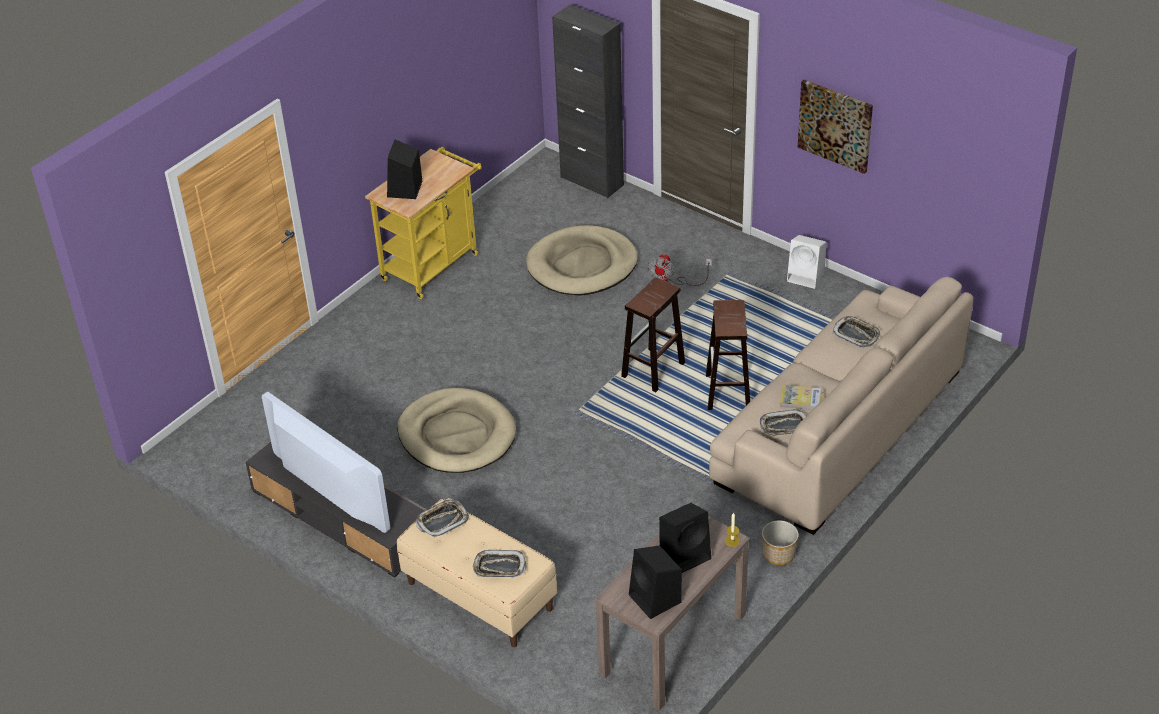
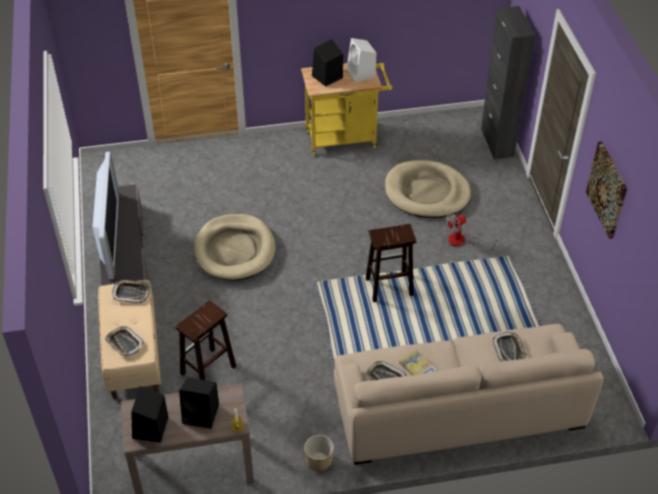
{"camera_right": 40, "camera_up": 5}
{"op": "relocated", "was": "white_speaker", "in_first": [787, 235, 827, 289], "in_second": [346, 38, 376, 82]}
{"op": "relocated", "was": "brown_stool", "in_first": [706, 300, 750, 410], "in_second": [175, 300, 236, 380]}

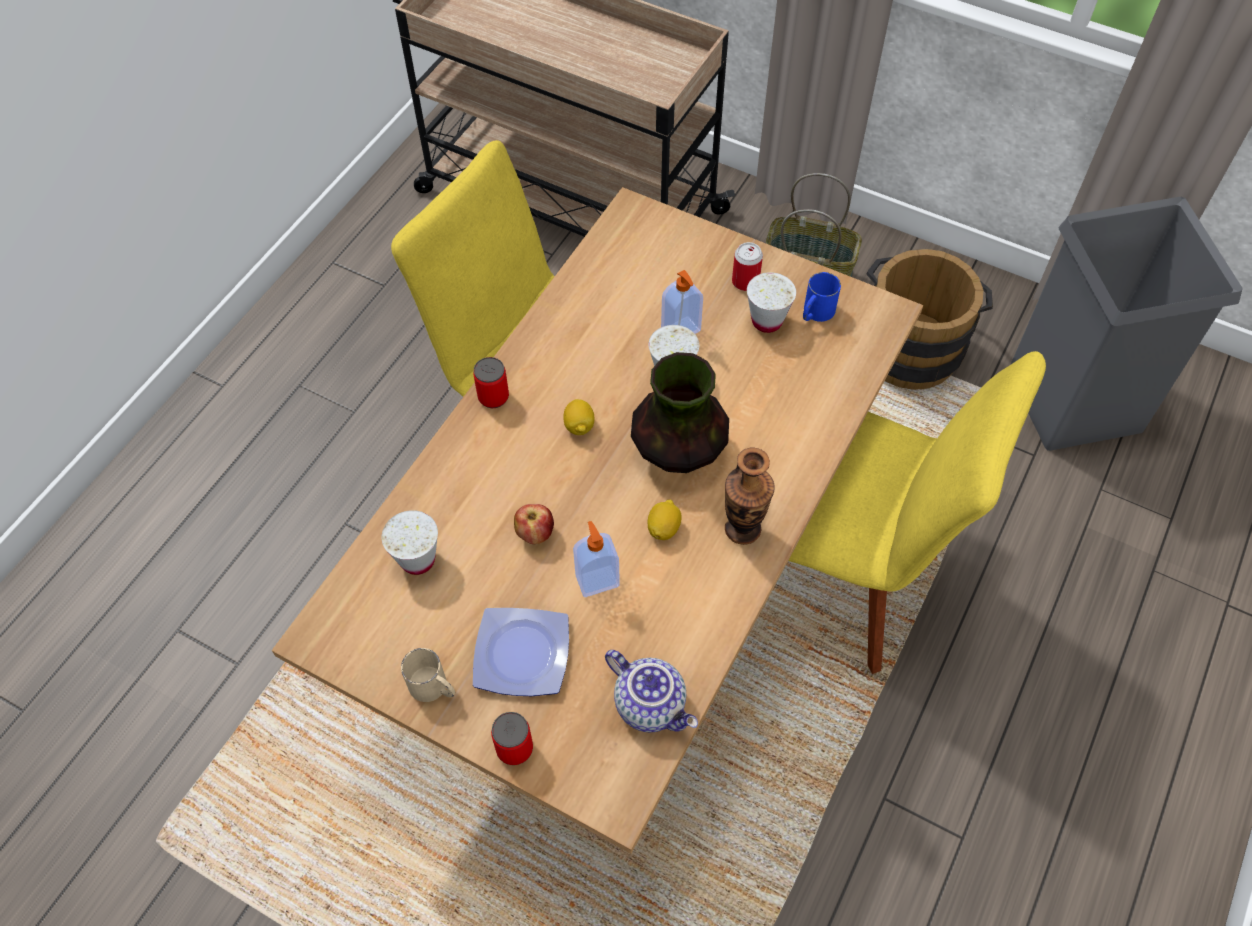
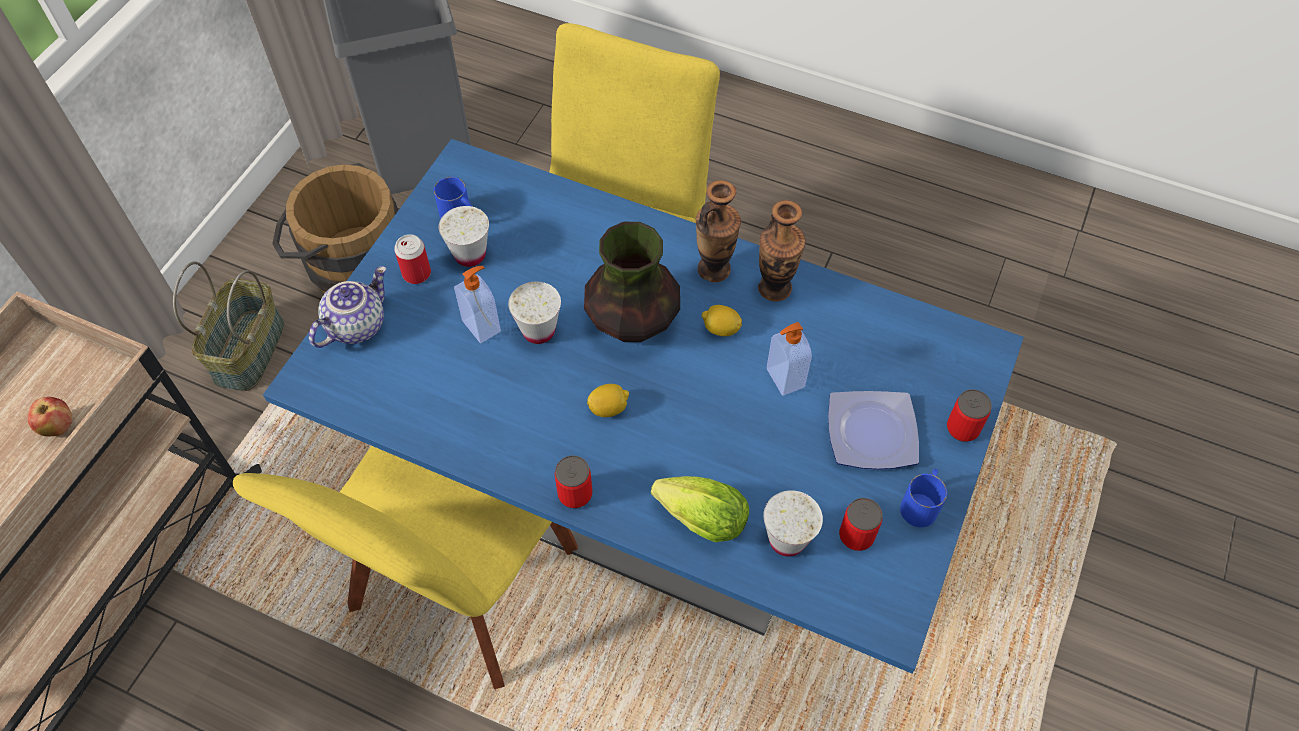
{"camera_right": -95, "camera_up": 0}
{"op": "colour", "was": "brown_dining_table", "now": "blue_dining_table", "in_first": [272, 187, 923, 854], "in_second": [263, 139, 1024, 674]}
{"op": "relocated", "was": "apple", "in_first": [514, 504, 554, 544], "in_second": [27, 397, 72, 436]}
{"op": "colour", "was": "beige_mug", "now": "blue_mug", "in_first": [401, 648, 455, 702], "in_second": [900, 469, 947, 527]}
{"op": "relocated", "was": "teapot", "in_first": [605, 650, 698, 732], "in_second": [309, 266, 387, 348]}
{"op": "appeared", "now": "vase", "in_second": [758, 200, 806, 301]}
{"op": "appeared", "now": "lettuce", "in_second": [651, 476, 749, 542]}
{"op": "appeared", "now": "can", "in_second": [839, 498, 883, 551]}

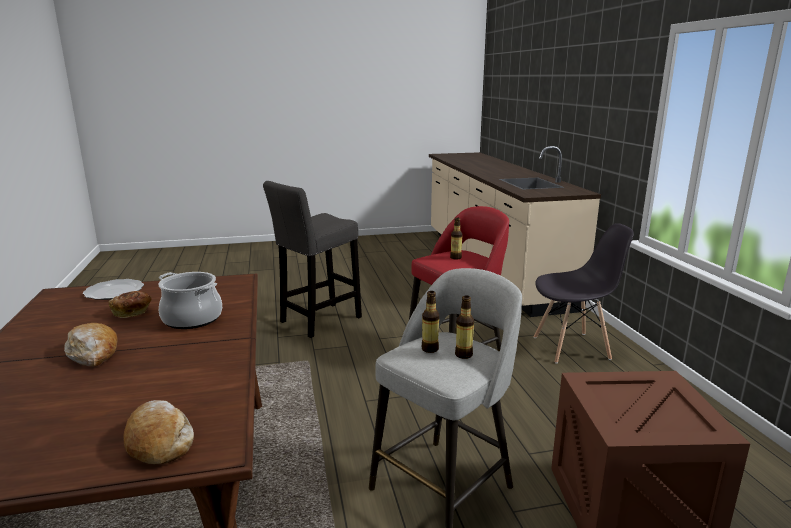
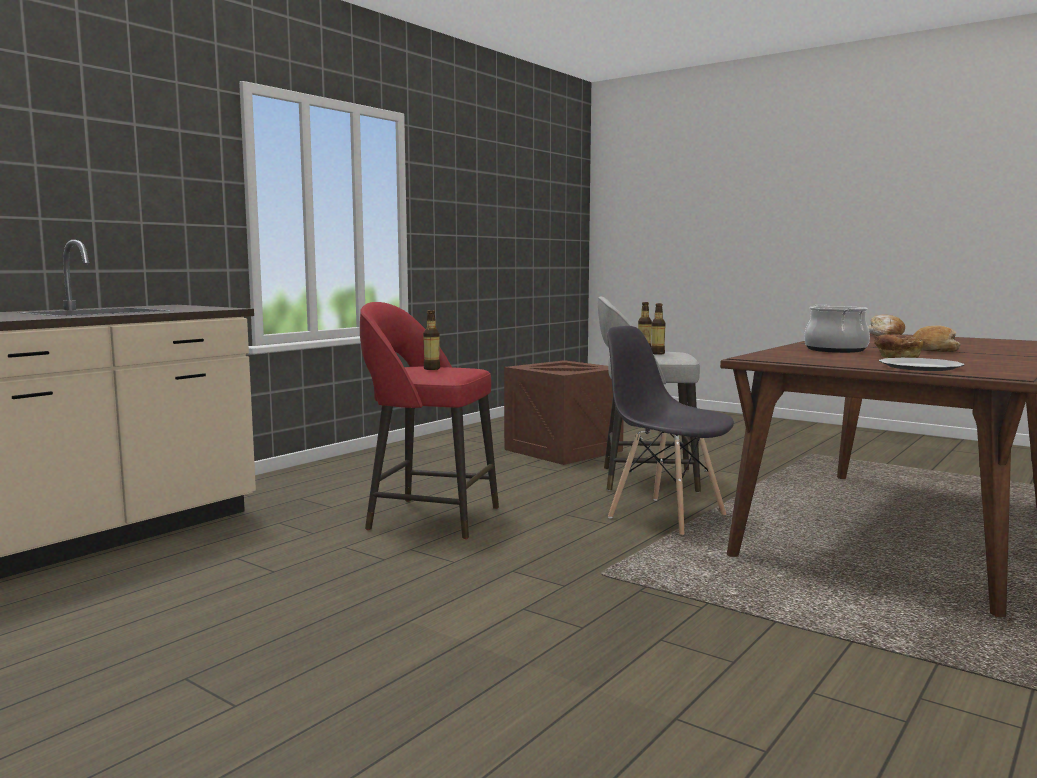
{"camera_right": -130, "camera_up": -10}
{"op": "missing", "was": "grey_stool", "in_first": [263, 181, 362, 338]}
{"op": "relocated", "was": "grey_chair", "in_first": [534, 223, 634, 364], "in_second": [607, 326, 734, 535]}

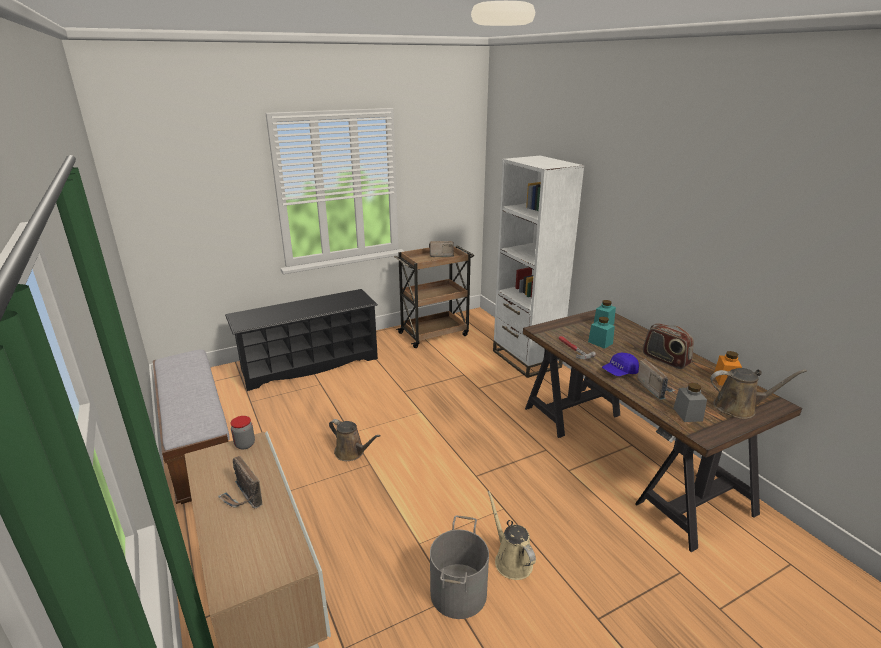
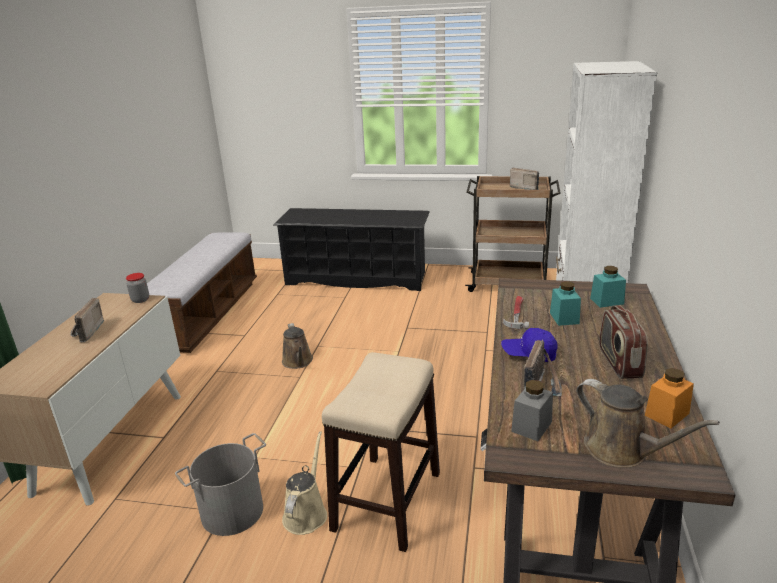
{"camera_right": 40, "camera_up": 0}
{"op": "appeared", "now": "stool", "in_second": [322, 352, 440, 552]}

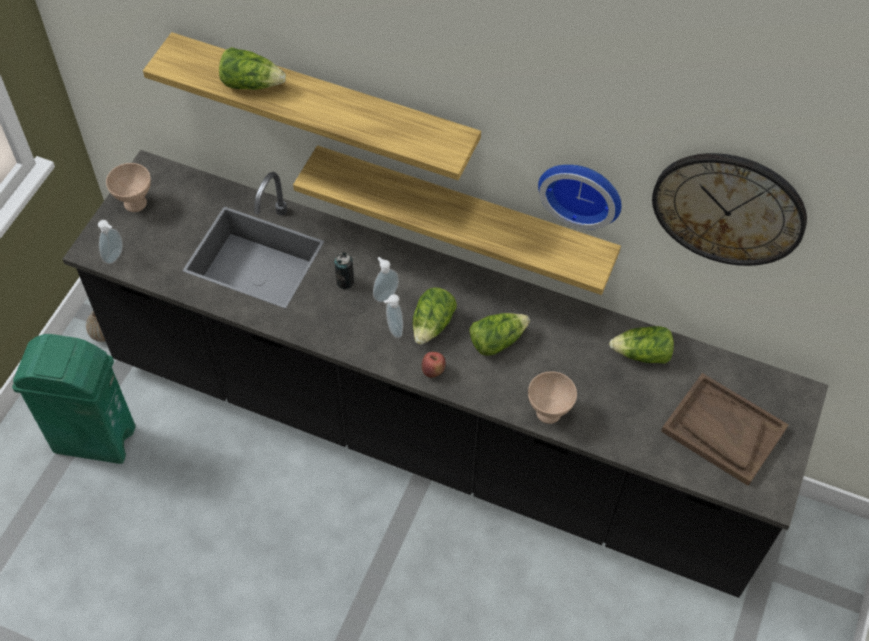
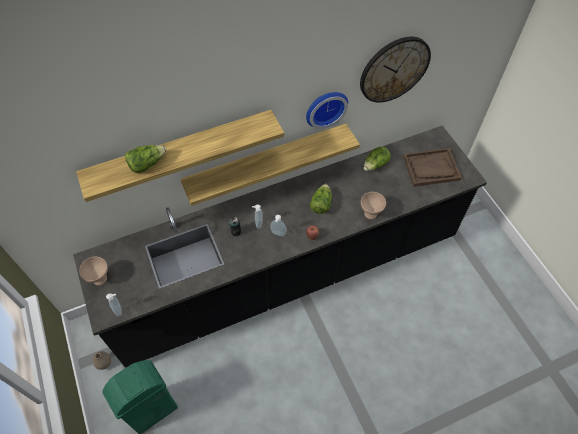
{"camera_right": -45, "camera_up": 0}
{"op": "missing", "was": "lettuce", "in_first": [412, 287, 457, 345]}

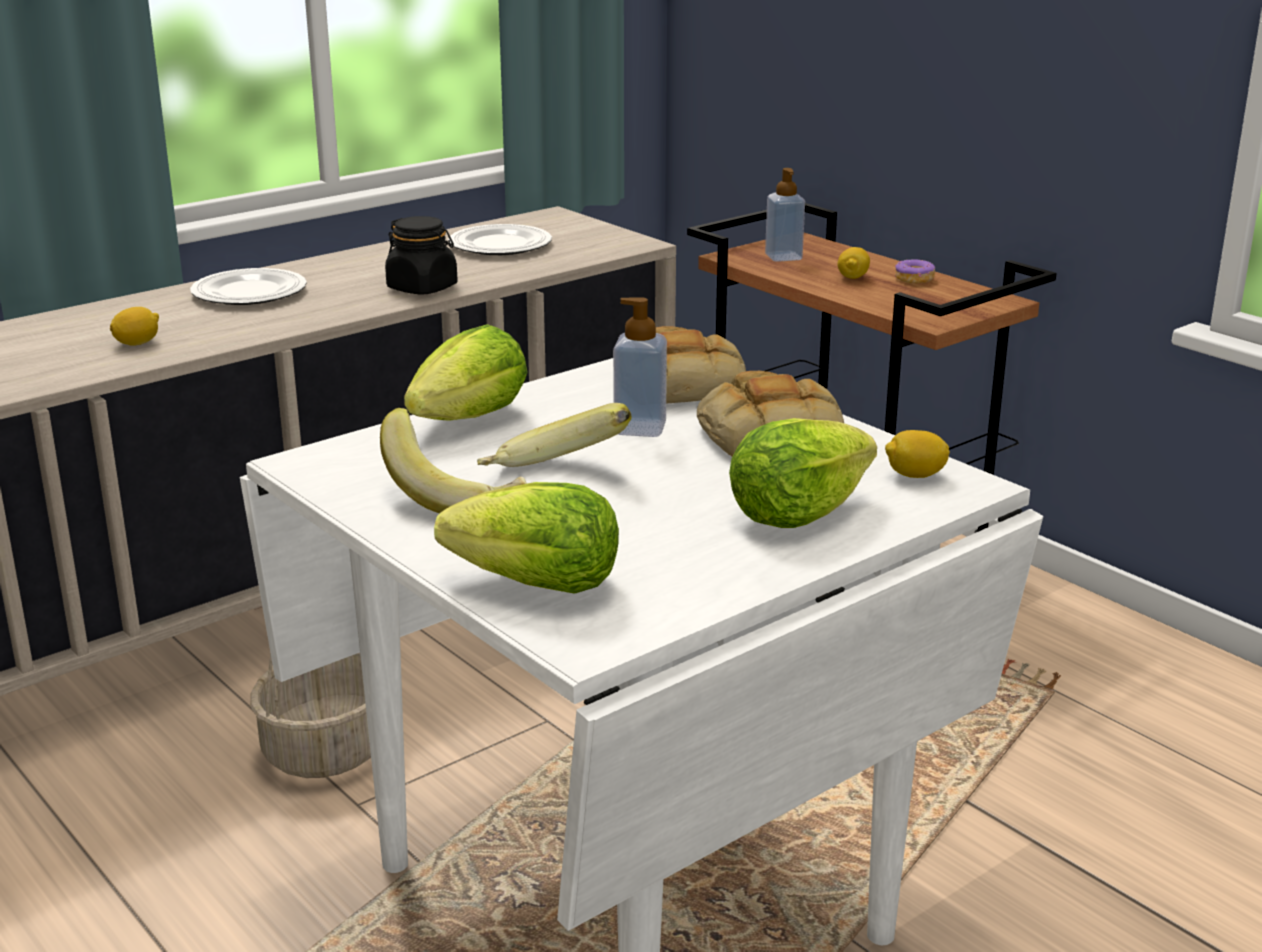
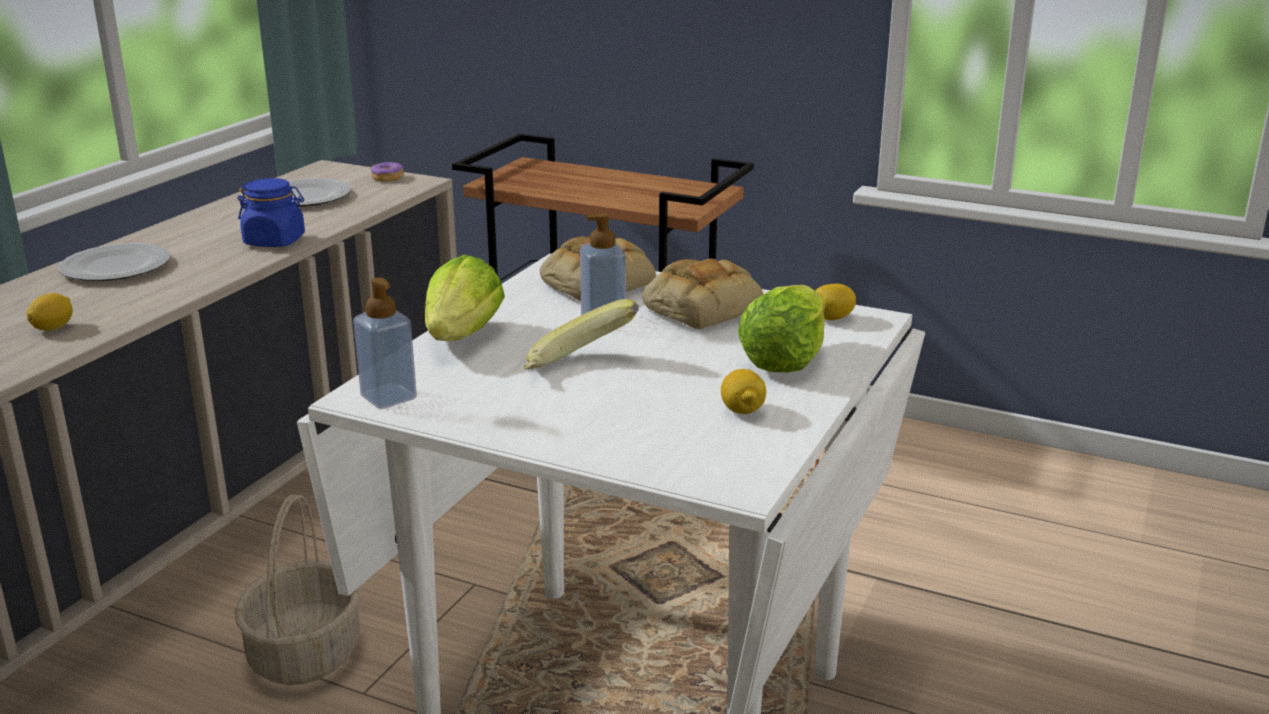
{"camera_right": -25, "camera_up": 0}
{"op": "relocated", "was": "soap_dispenser", "in_first": [765, 168, 805, 262], "in_second": [353, 278, 417, 409]}
{"op": "colour", "was": "black_jar", "now": "blue_jar", "in_first": [385, 216, 458, 295], "in_second": [238, 178, 305, 247]}
{"op": "relocated", "was": "lemon", "in_first": [838, 247, 870, 279], "in_second": [721, 369, 766, 414]}
{"op": "relocated", "was": "donut", "in_first": [895, 259, 935, 283], "in_second": [370, 162, 404, 181]}
{"op": "missing", "was": "banana", "in_first": [380, 408, 527, 513]}
{"op": "missing", "was": "lettuce", "in_first": [434, 482, 619, 594]}

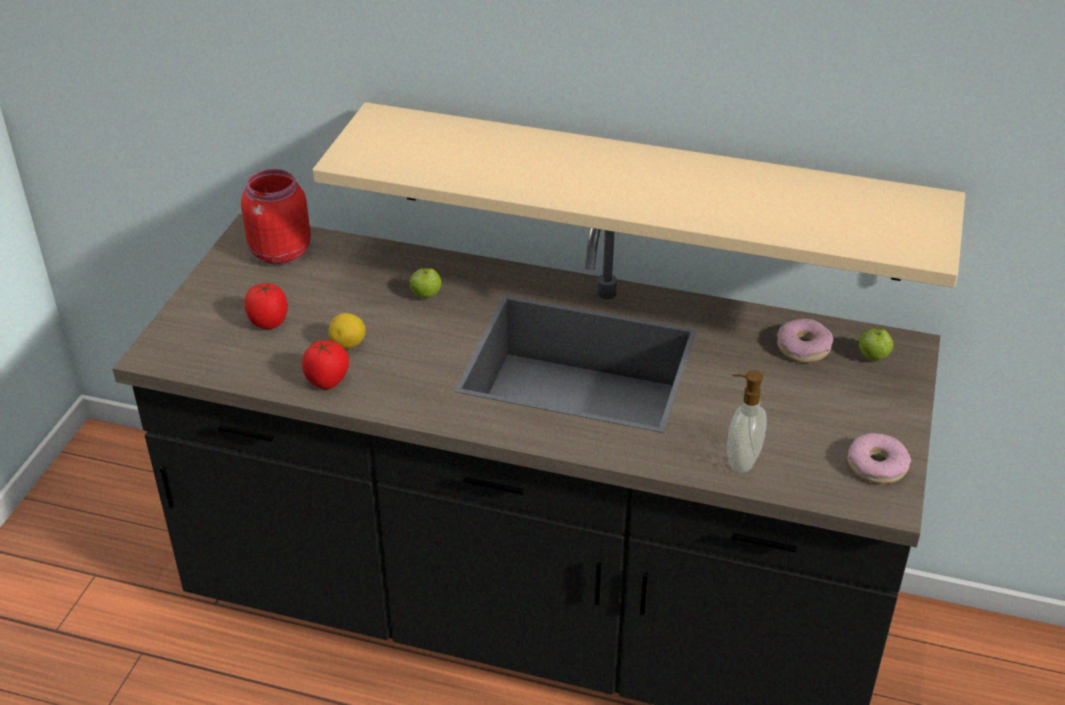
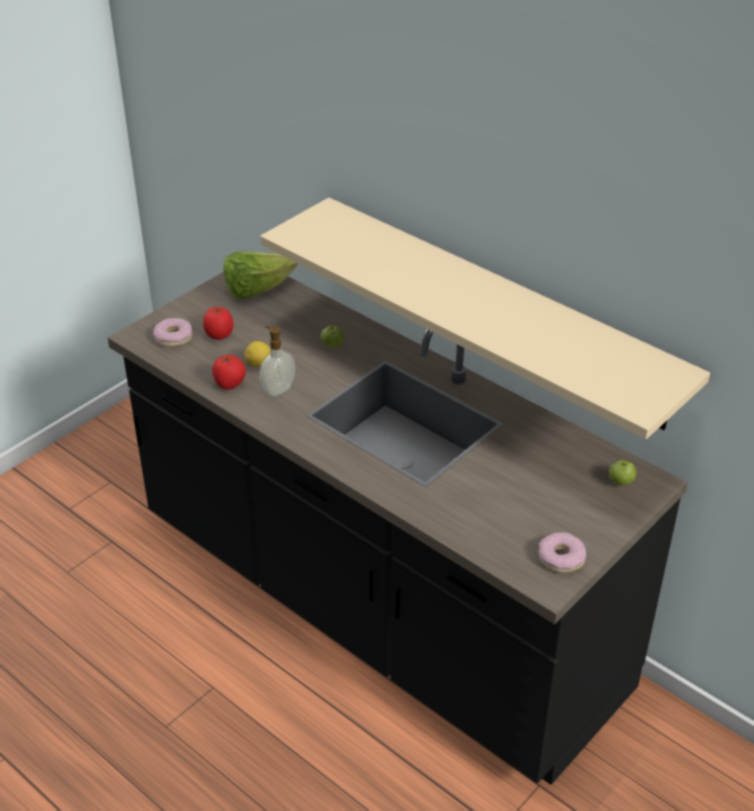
{"camera_right": 25, "camera_up": 0}
{"op": "exchanged", "was": "red_jar", "now": "lettuce", "in_first": [241, 169, 311, 265], "in_second": [224, 252, 298, 299]}
{"op": "relocated", "was": "donut", "in_first": [777, 319, 834, 363], "in_second": [153, 318, 193, 347]}
{"op": "relocated", "was": "soap_dispenser", "in_first": [727, 371, 767, 473], "in_second": [260, 326, 295, 396]}

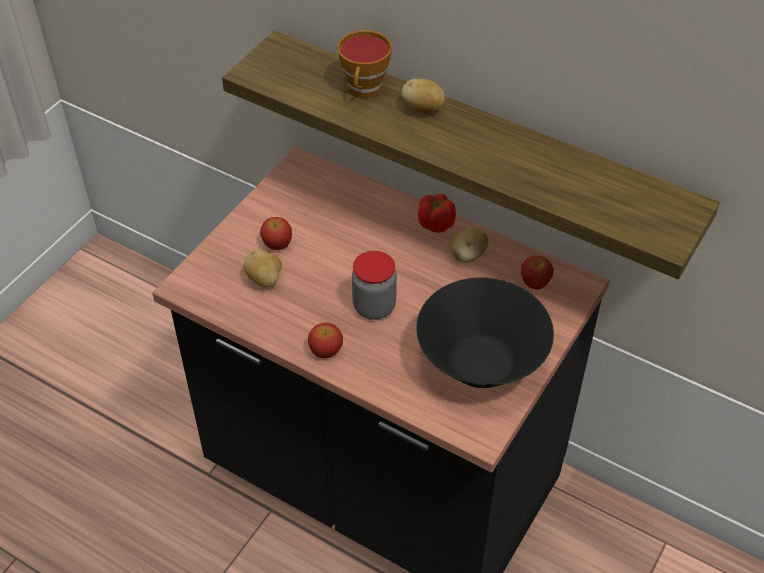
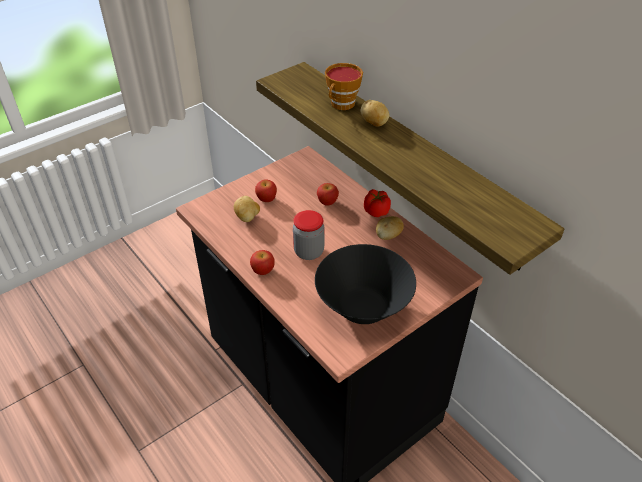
{"camera_right": 20, "camera_up": -5}
{"op": "relocated", "was": "apple", "in_first": [521, 256, 554, 289], "in_second": [317, 183, 339, 206]}

